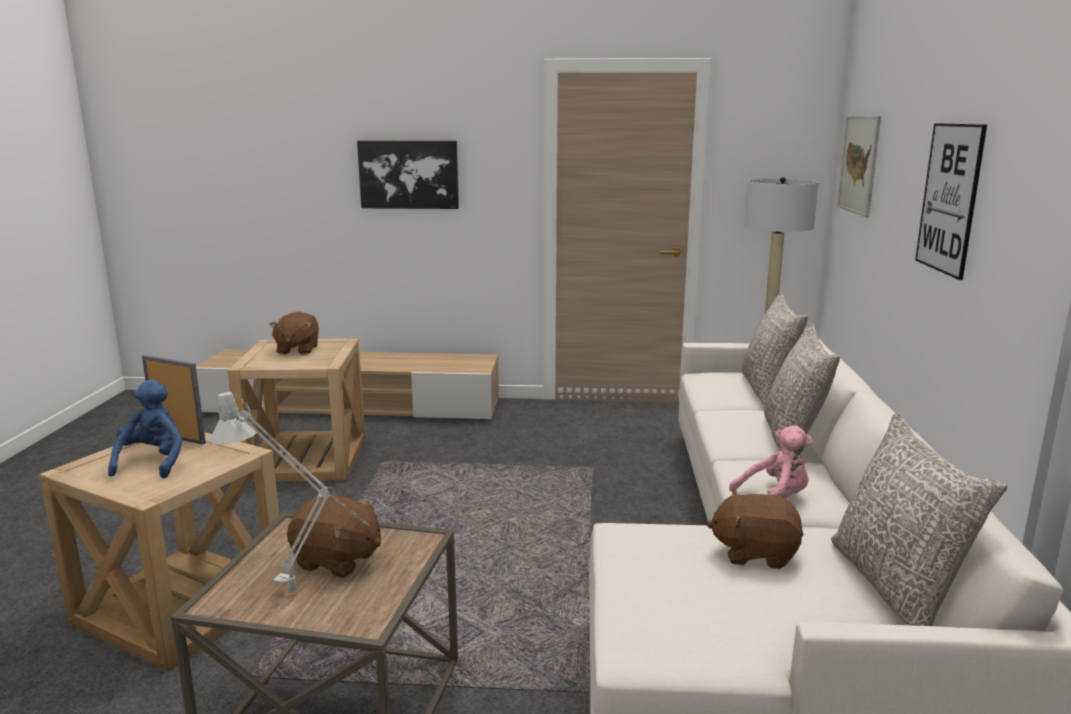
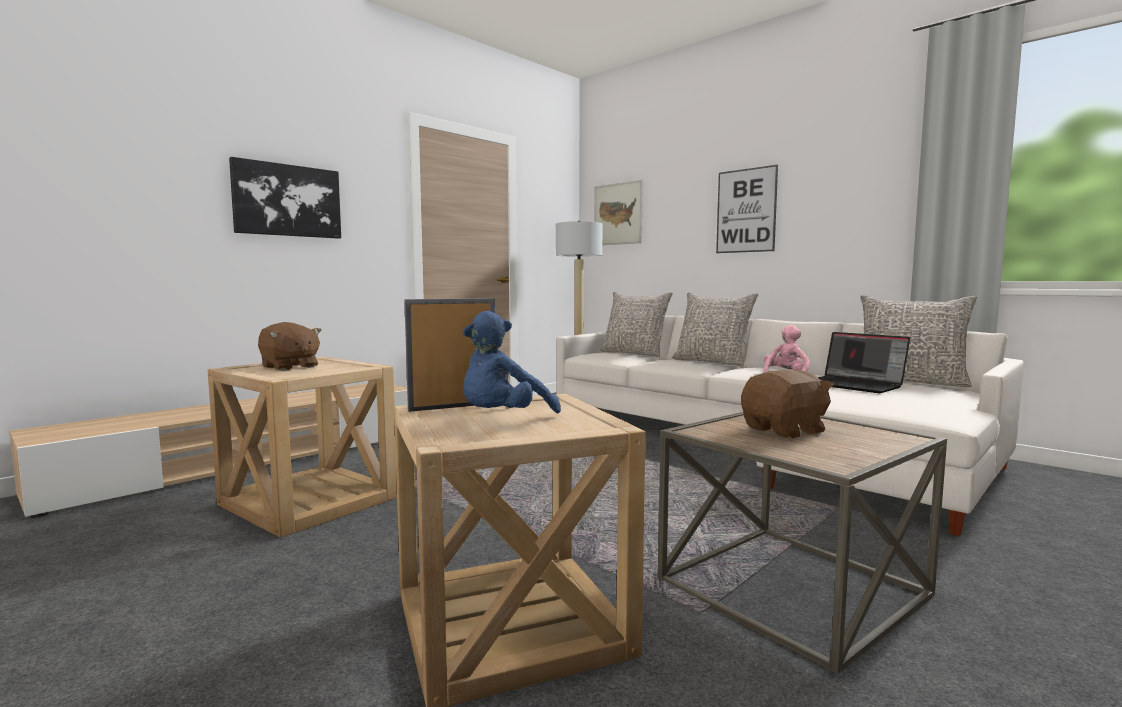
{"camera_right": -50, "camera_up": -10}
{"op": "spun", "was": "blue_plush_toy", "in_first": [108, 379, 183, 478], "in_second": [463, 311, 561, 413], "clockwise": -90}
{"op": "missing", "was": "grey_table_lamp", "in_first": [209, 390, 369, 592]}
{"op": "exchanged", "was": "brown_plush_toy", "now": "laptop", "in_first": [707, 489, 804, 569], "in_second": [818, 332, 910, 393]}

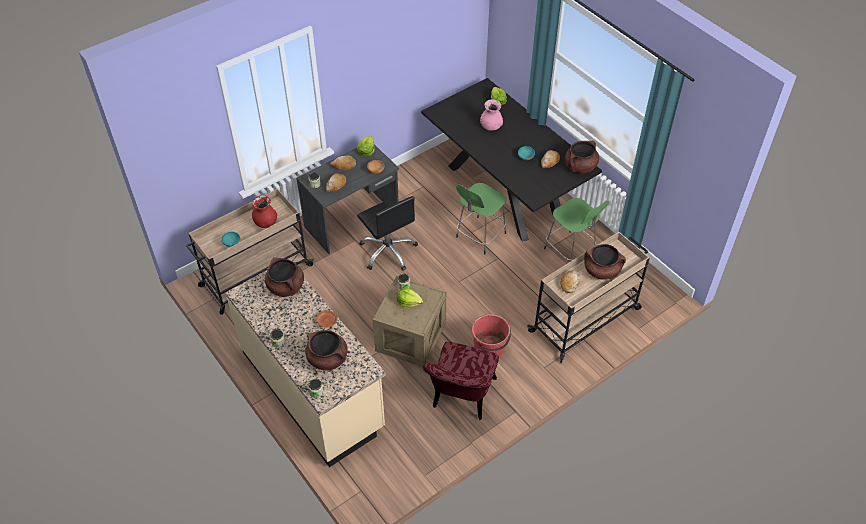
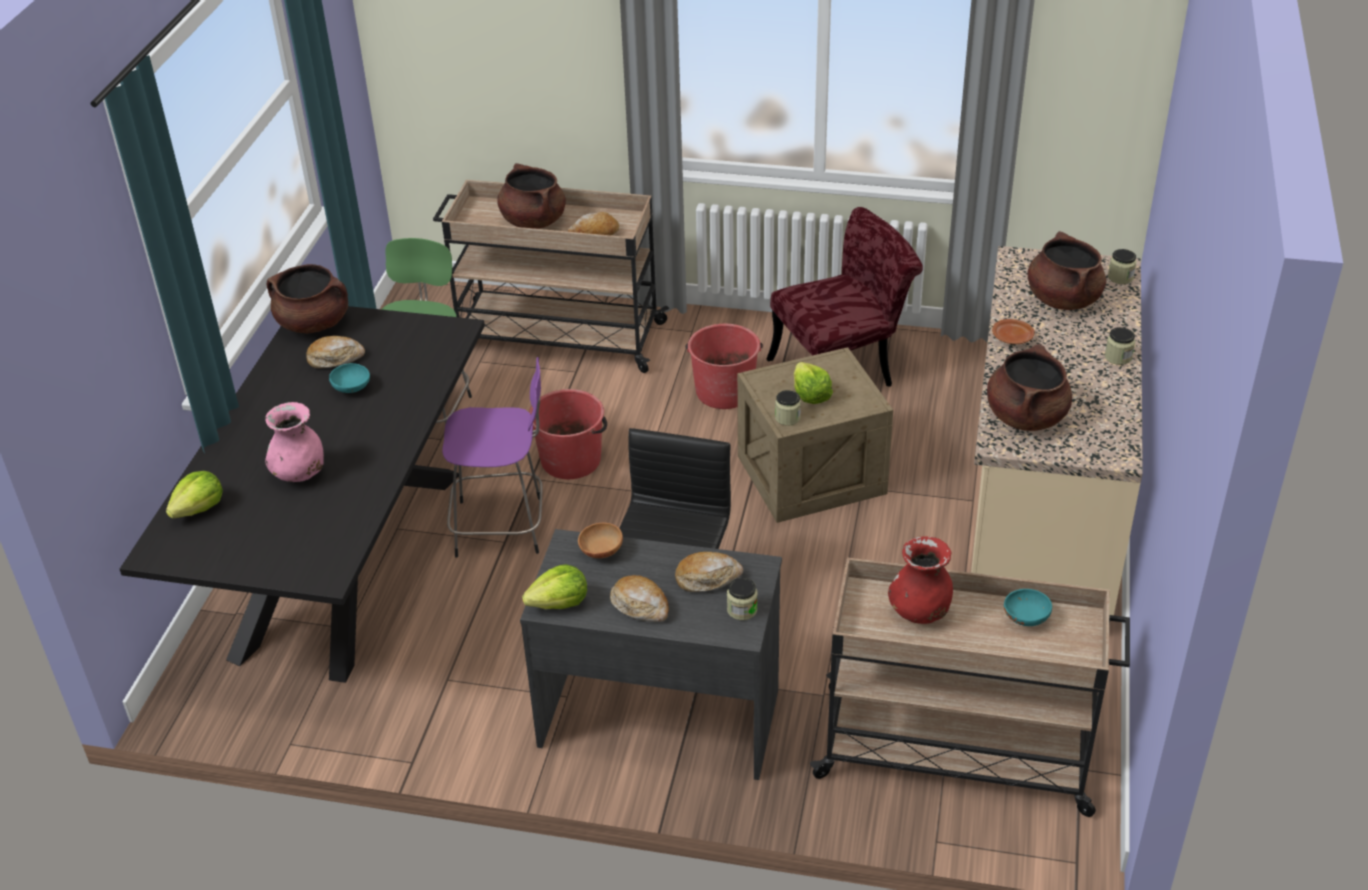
{"camera_right": -130, "camera_up": -10}
{"op": "colour", "was": "green_stool", "now": "purple_stool", "in_first": [456, 183, 506, 254], "in_second": [442, 357, 543, 558]}
{"op": "appeared", "now": "red_bucket", "in_second": [529, 389, 607, 479]}

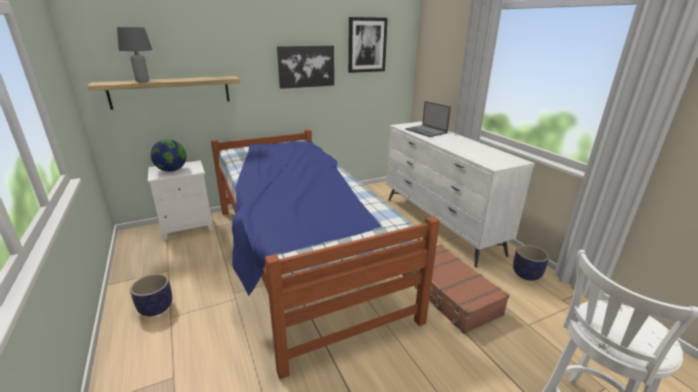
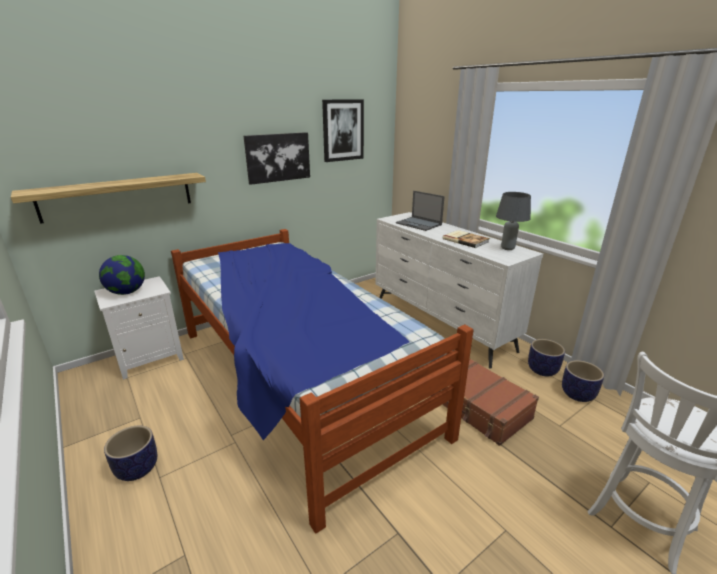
{"camera_right": -10, "camera_up": 0}
{"op": "relocated", "was": "grey_table_lamp", "in_first": [117, 27, 152, 82], "in_second": [496, 192, 531, 250]}
{"op": "appeared", "now": "book", "in_second": [443, 230, 490, 248]}
{"op": "appeared", "now": "planter", "in_second": [562, 360, 604, 402]}

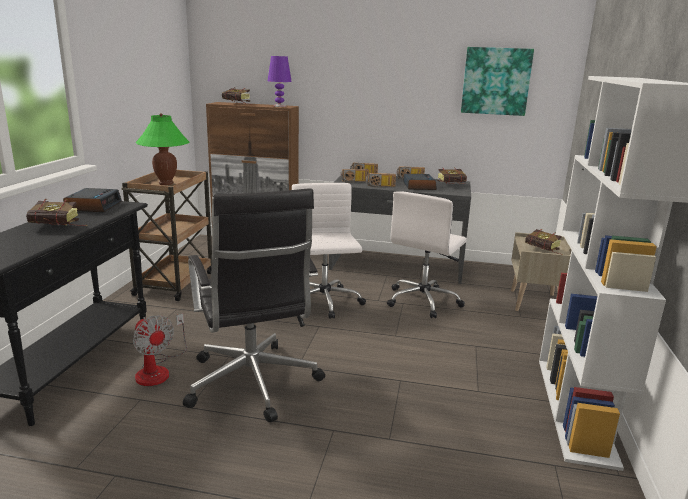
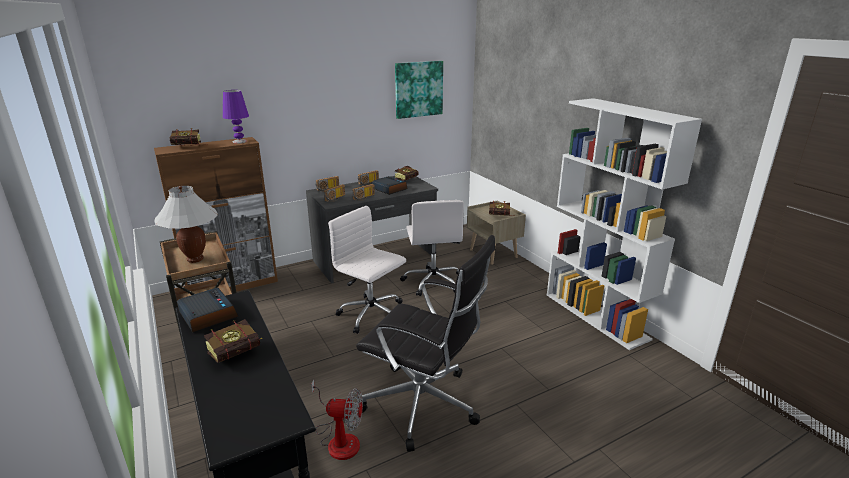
{"camera_right": -40, "camera_up": 5}
{"op": "colour", "was": "green_table_lamp", "now": "white_table_lamp", "in_first": [136, 113, 190, 185], "in_second": [154, 186, 218, 263]}

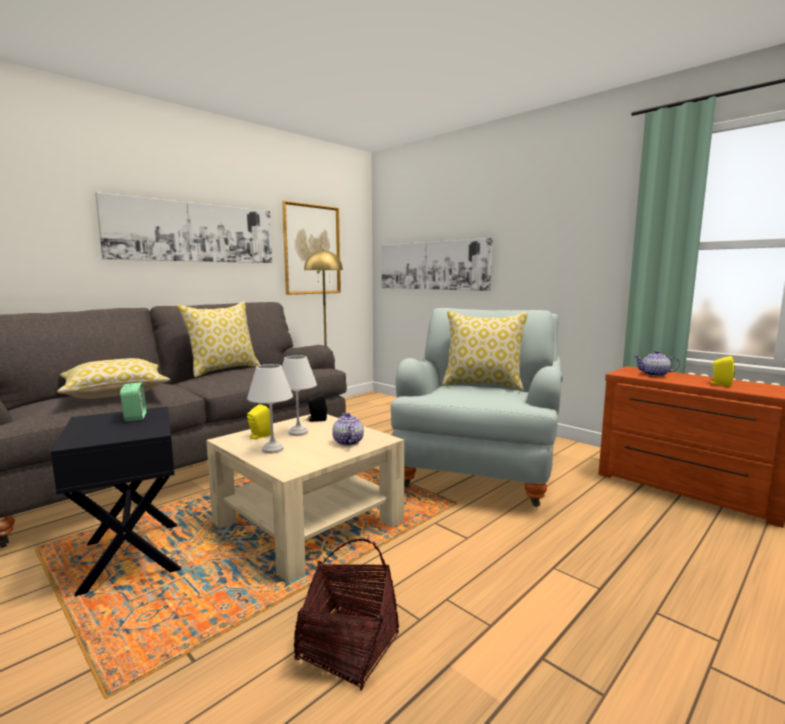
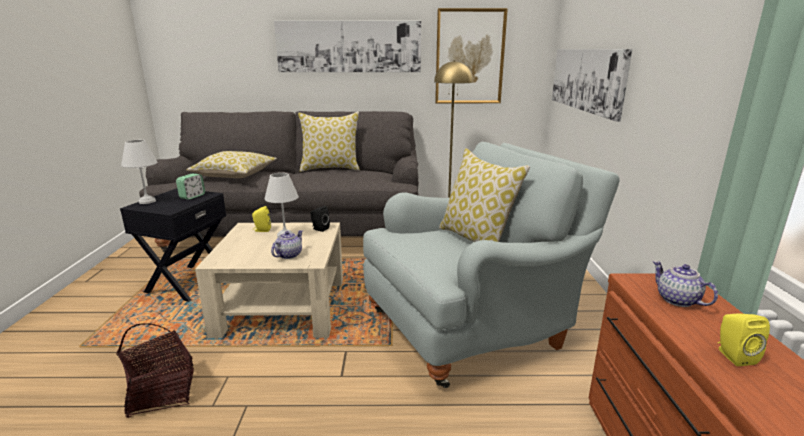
{"camera_right": 45, "camera_up": 10}
{"op": "relocated", "was": "white_table_lamp", "in_first": [247, 364, 293, 454], "in_second": [121, 140, 158, 204]}

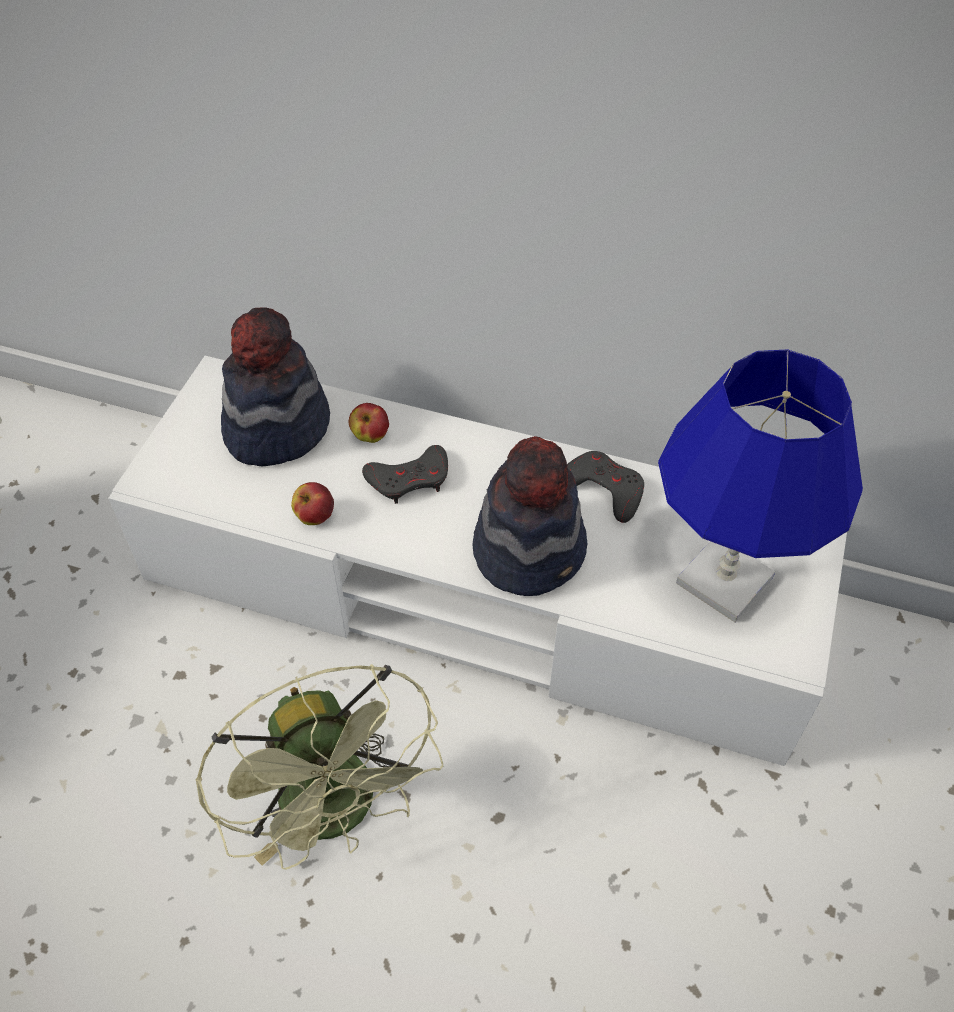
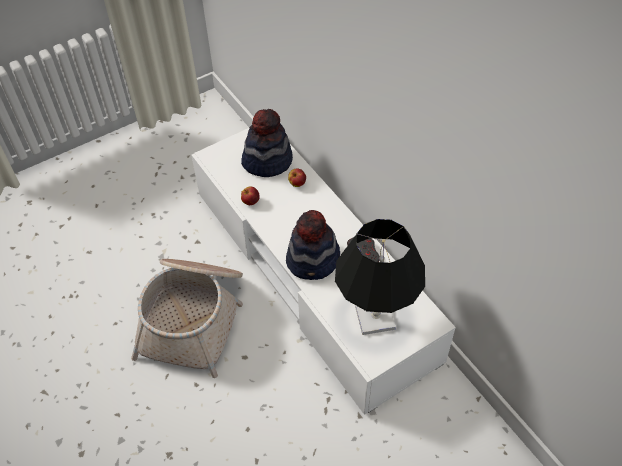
{"camera_right": 40, "camera_up": 0}
{"op": "colour", "was": "blue_table_lamp", "now": "black_table_lamp", "in_first": [658, 350, 863, 622], "in_second": [335, 219, 425, 335]}
{"op": "missing", "was": "grey_game_controller", "in_first": [362, 445, 448, 504]}
{"op": "exchanged", "was": "green_fan", "now": "basket", "in_first": [195, 664, 443, 870], "in_second": [131, 259, 243, 378]}

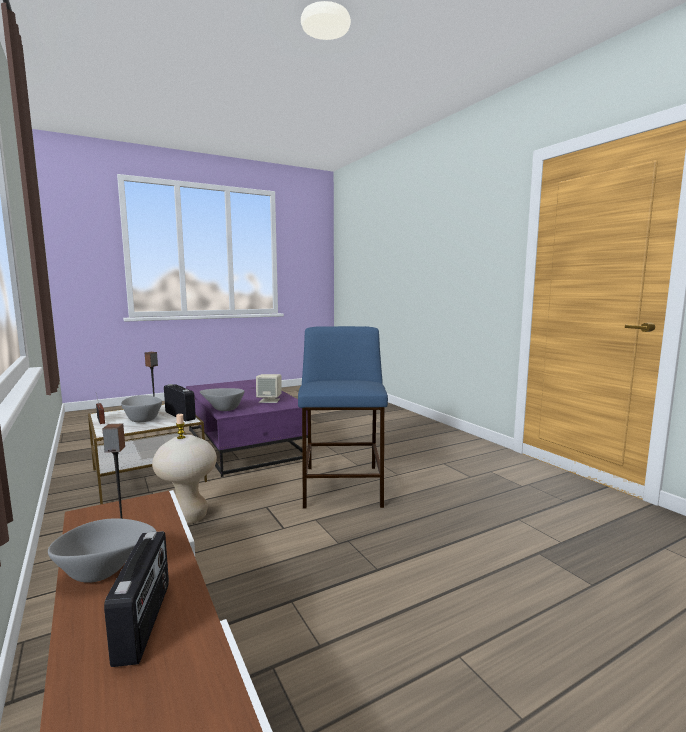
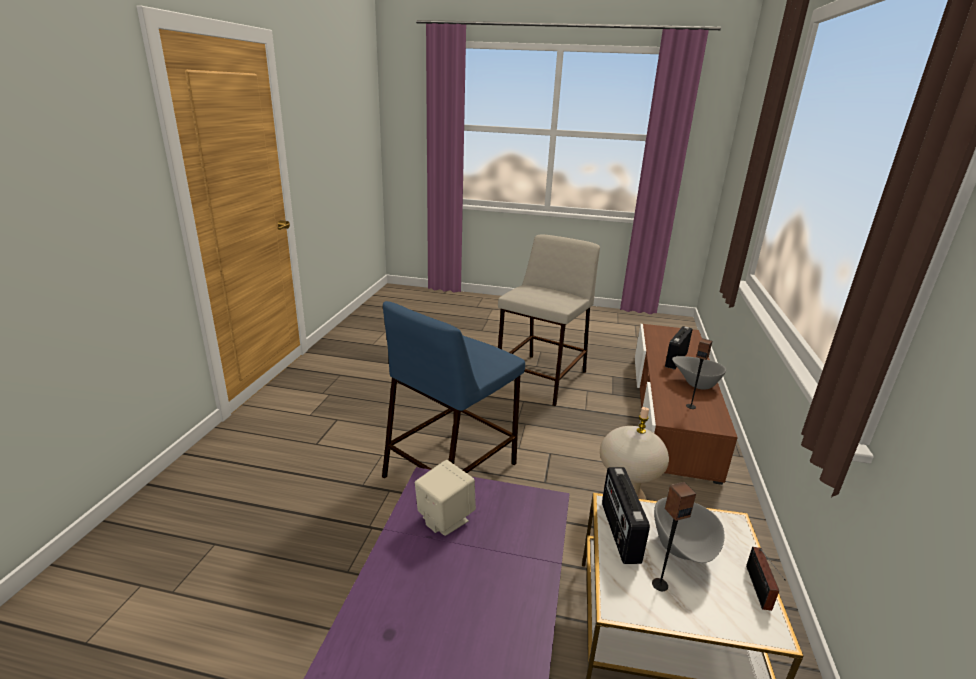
{"camera_right": -140, "camera_up": 15}
{"op": "missing", "was": "grey_bowl", "in_first": [200, 388, 244, 411]}
{"op": "appeared", "now": "beige_stool", "in_second": [498, 235, 600, 406]}

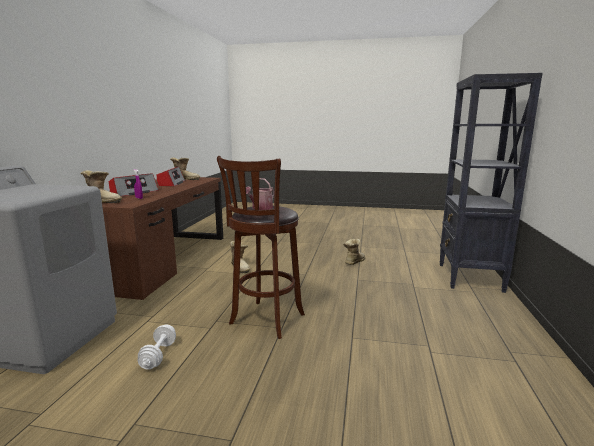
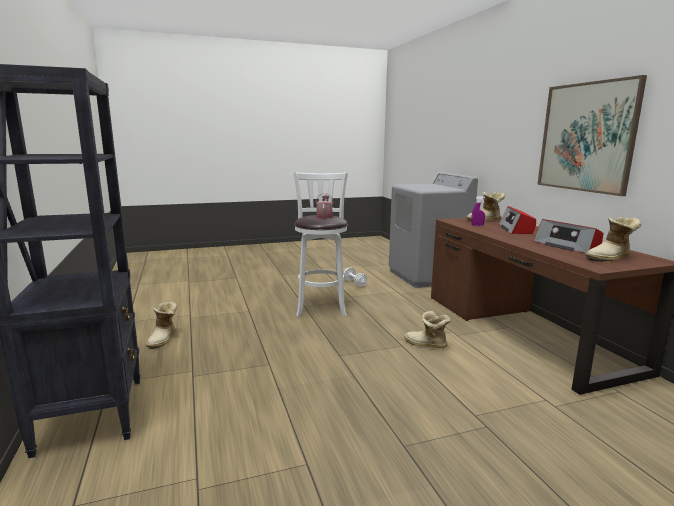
{"camera_right": 150, "camera_up": 0}
{"op": "colour", "was": "brown_stool", "now": "white_stool", "in_first": [217, 156, 305, 339], "in_second": [294, 172, 348, 317]}
{"op": "relocated", "was": "boot", "in_first": [343, 239, 366, 265], "in_second": [146, 302, 177, 349]}
{"op": "appeared", "now": "picture", "in_second": [537, 75, 647, 196]}

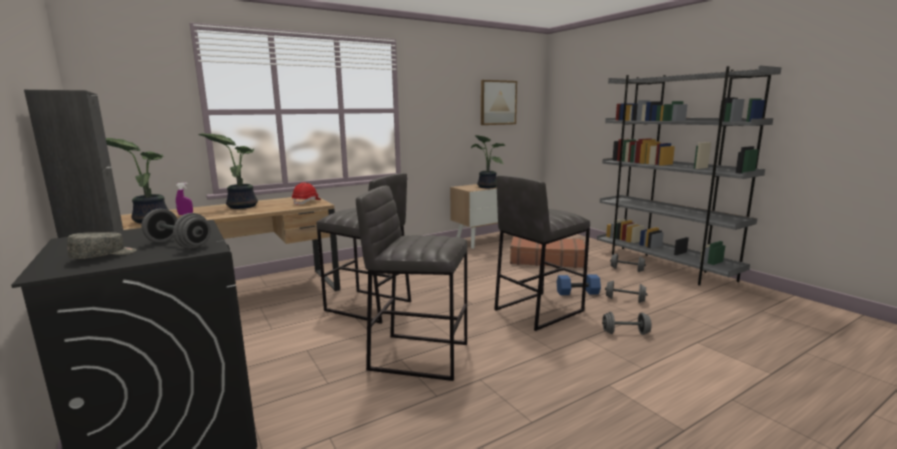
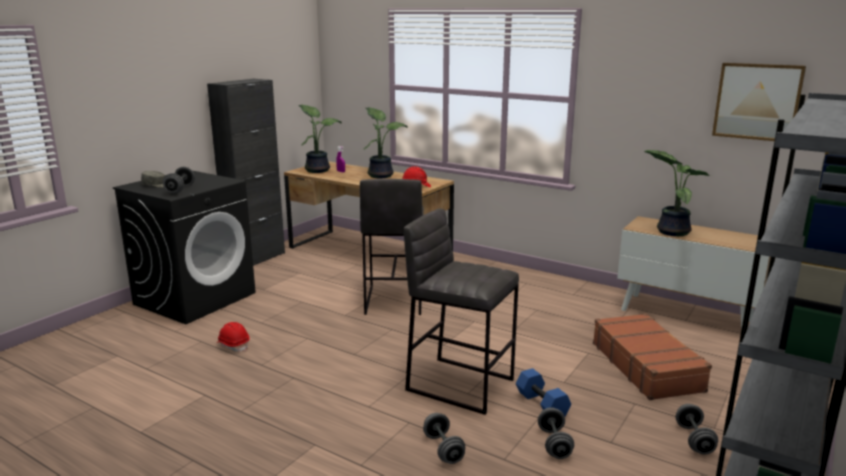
{"camera_right": 65, "camera_up": 5}
{"op": "missing", "was": "grey_stool", "in_first": [356, 186, 468, 381]}
{"op": "appeared", "now": "red_hard_hat", "in_second": [216, 322, 250, 352]}

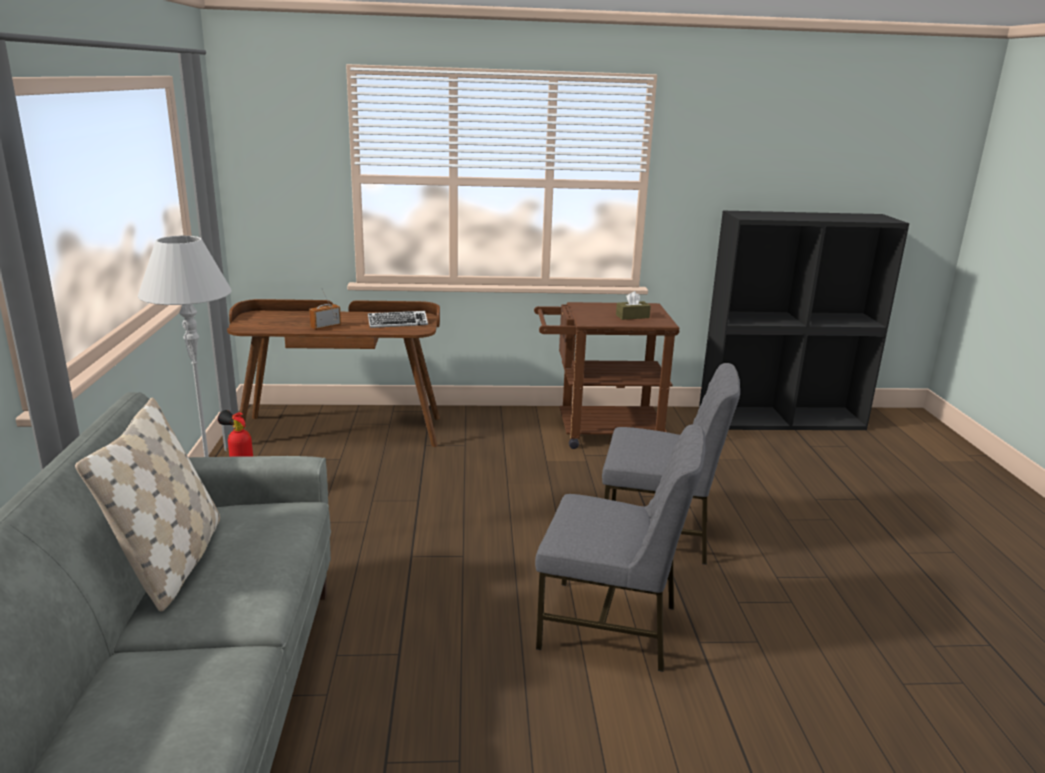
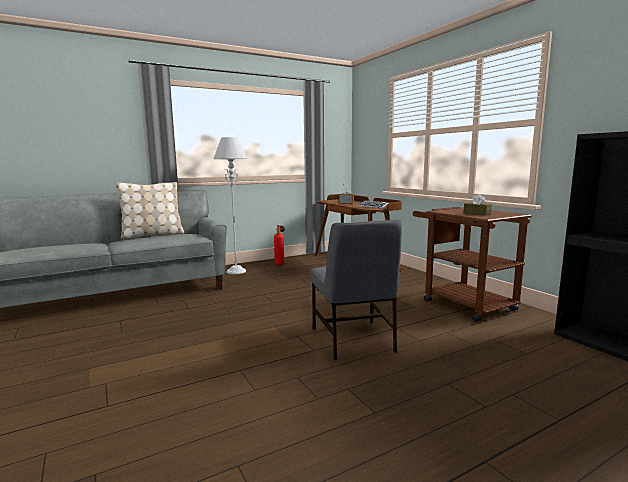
{"camera_right": 65, "camera_up": -10}
{"op": "missing", "was": "grey_chair", "in_first": [535, 424, 706, 672]}

